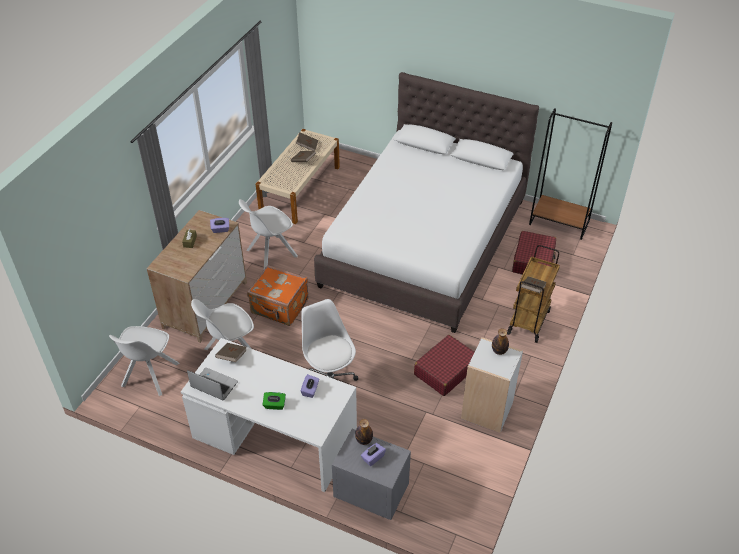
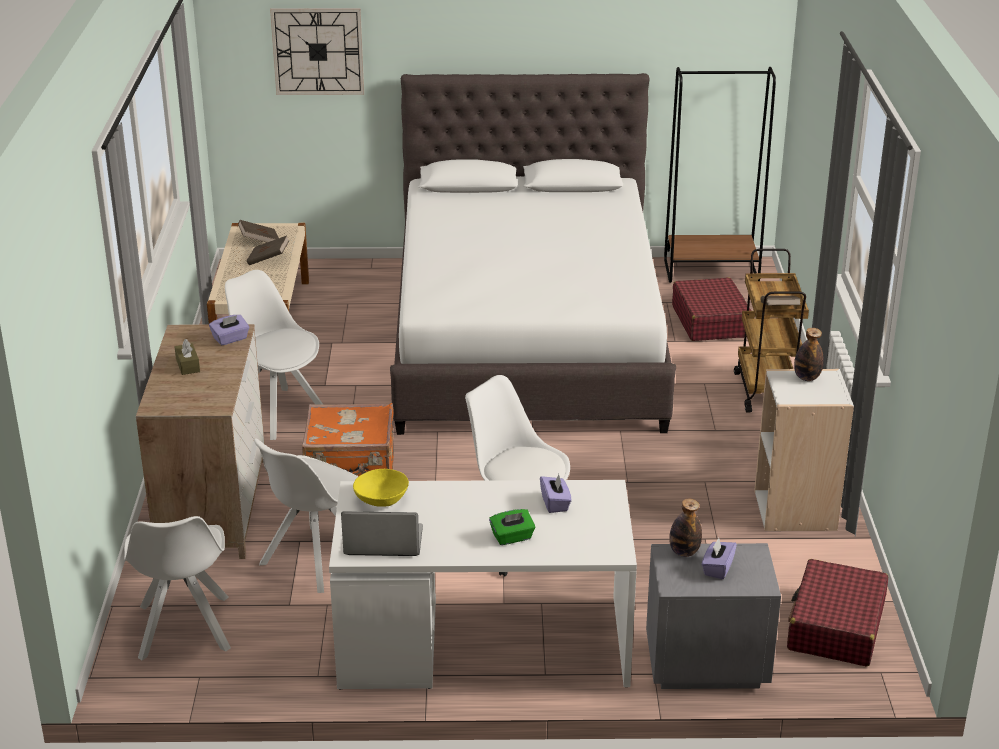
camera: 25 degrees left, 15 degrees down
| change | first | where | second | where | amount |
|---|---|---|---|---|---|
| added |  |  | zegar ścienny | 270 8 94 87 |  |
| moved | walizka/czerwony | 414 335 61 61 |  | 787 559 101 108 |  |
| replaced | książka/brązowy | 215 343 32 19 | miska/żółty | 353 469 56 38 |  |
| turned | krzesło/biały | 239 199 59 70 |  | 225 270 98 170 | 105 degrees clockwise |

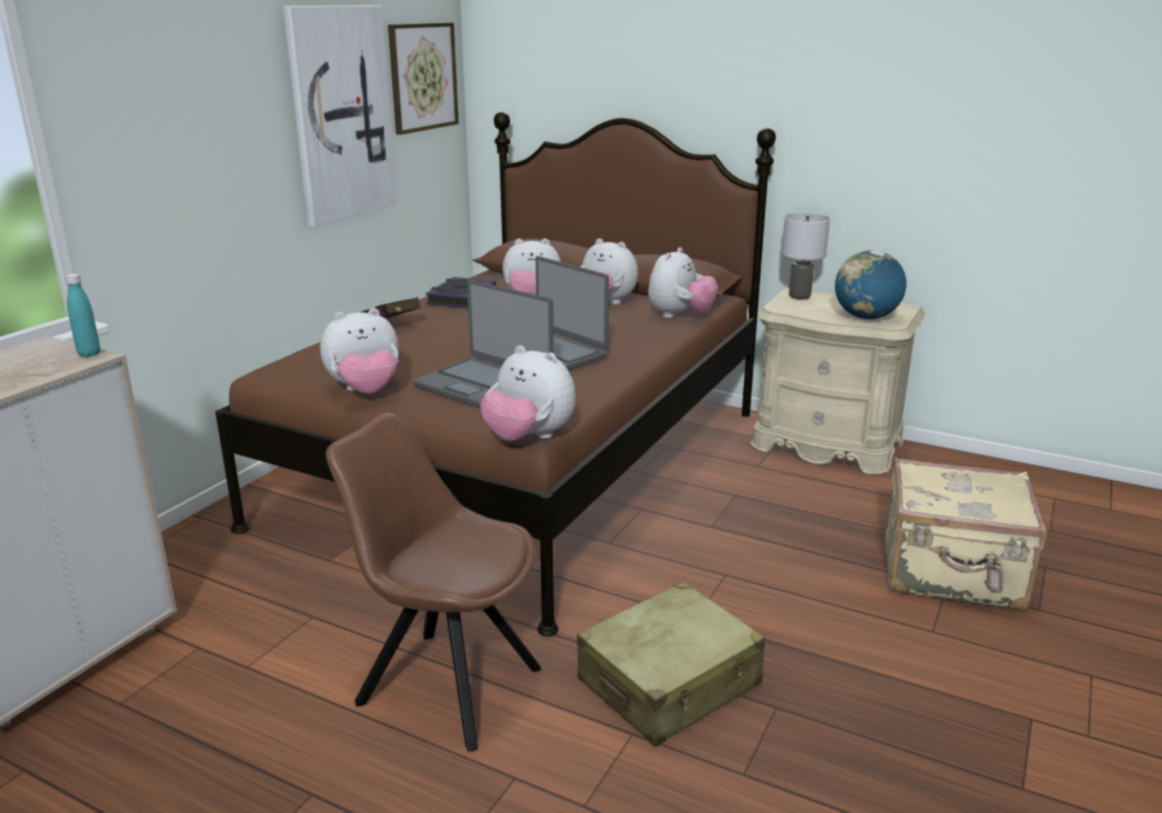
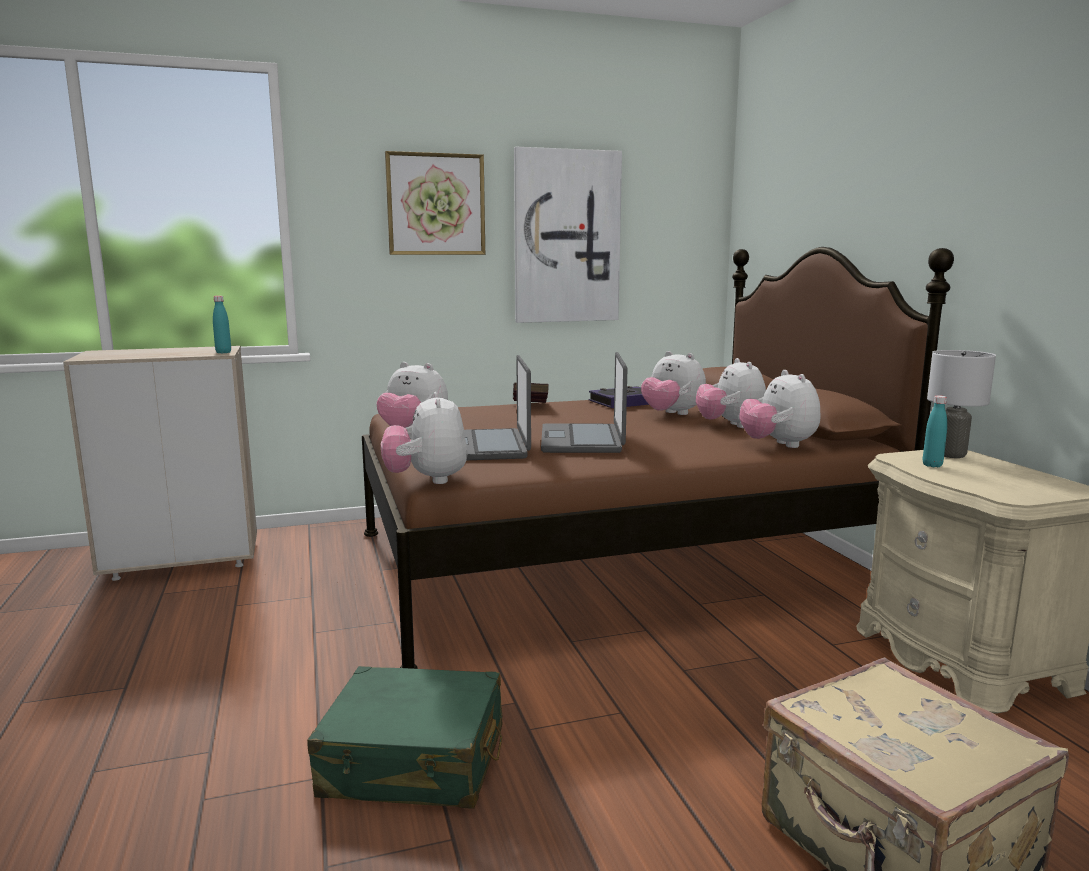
camera: 45 degrees right, 10 degrees down
| change | first | where | second | where | amount |
|---|---|---|---|---|---|
| removed | krzesło/brązowy | 326 413 215 339 |  |  |  |
| removed | globus | 835 250 71 70 |  |  |  |
| added |  |  | butelka/turkusowy | 923 395 24 72 |  |
| moved | obraz | 388 22 71 113 |  | 385 151 100 104 |  |
| recoloured | walizka/beżowy | 577 581 188 166 | walizka/zielony | 307 666 196 143 |  |
| turned | pluszak | 648 247 70 71 |  | 739 370 82 78 | 90 degrees clockwise |

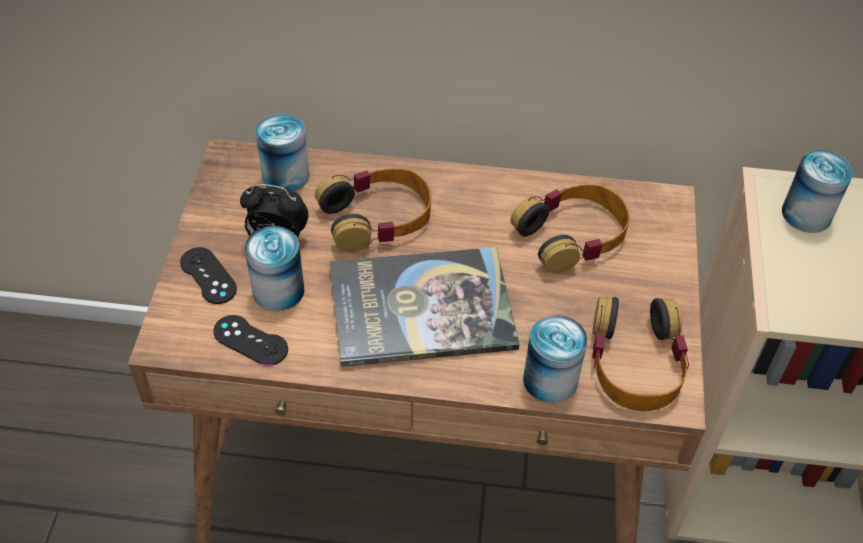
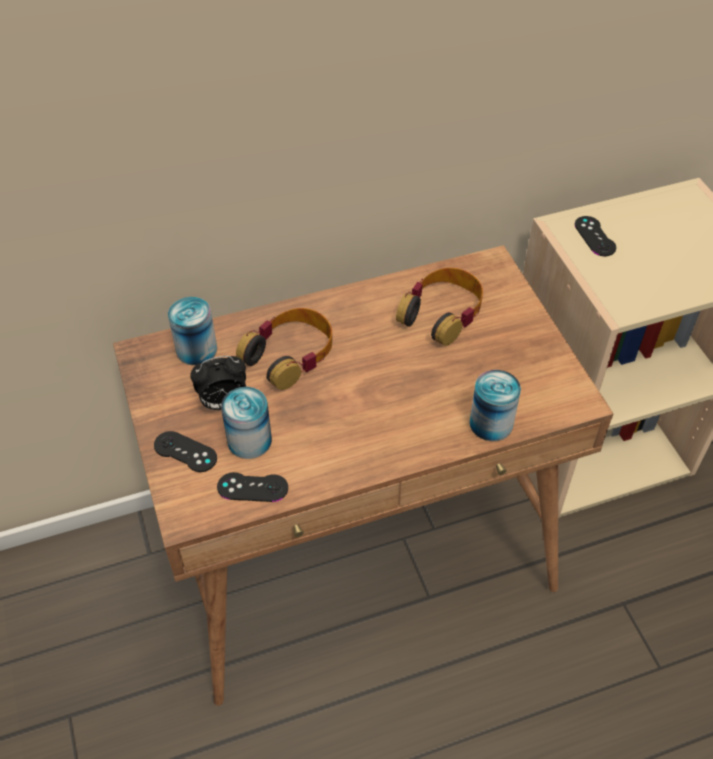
camera: 25 degrees left, 0 degrees up
| change | first | where | second | where | amount |
|---|---|---|---|---|---|
| removed | książka | 330 247 190 120 |  |  |  |
| removed | słuchawki | 592 297 97 114 |  |  |  |
| replaced | puszka | 782 150 71 83 | pad do gier/czarny | 575 216 41 40 |  |

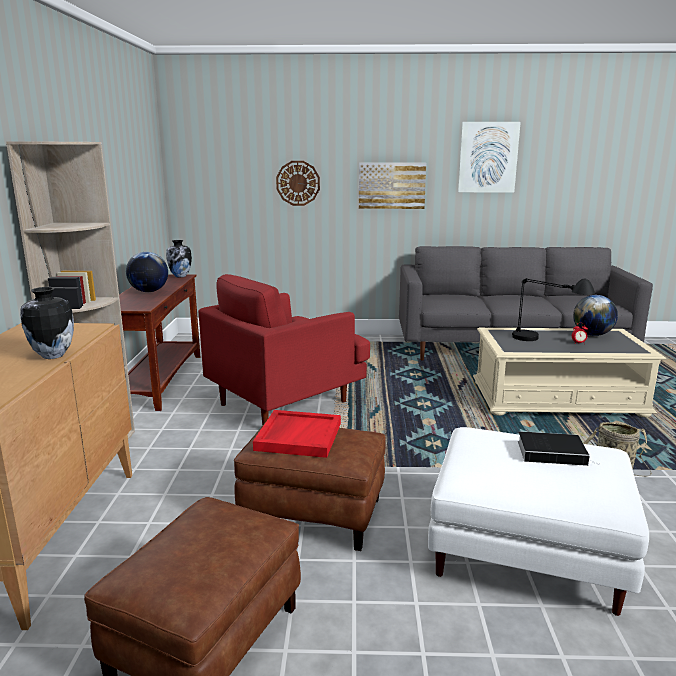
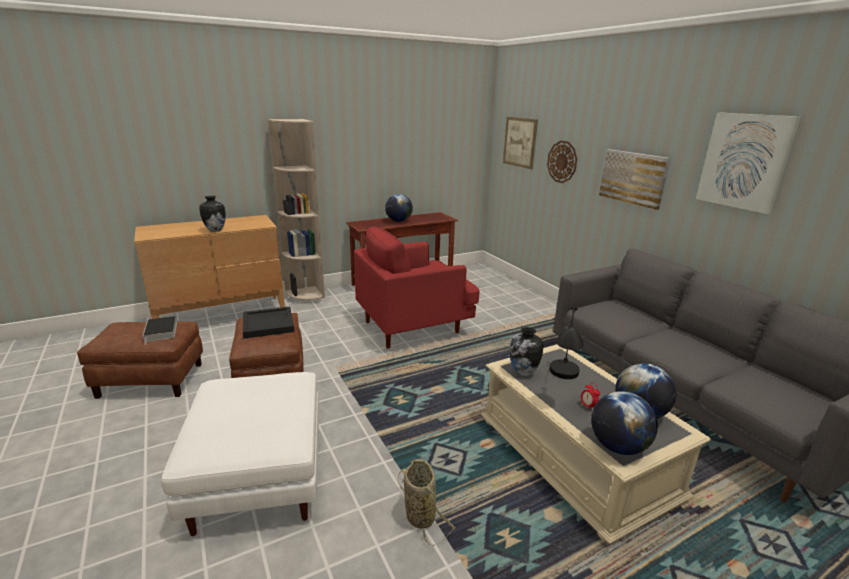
camera: 60 degrees right, 5 degrees up
| change | first | where | second | where | amount |
|---|---|---|---|---|---|
| added |  |  | obraz | 503 117 35 52 |  |
| added |  |  | globus | 591 391 67 64 |  |
| moved | wazon | 166 240 26 37 |  | 509 327 35 49 |  |
| moved | książka | 518 431 82 35 |  | 143 316 34 26 |  |
| recoloured | taca/czerwony | 253 410 88 48 | taca/czarny | 243 307 51 32 |  |
| turned | fotel/czerwony | 199 274 171 151 |  | 354 227 126 121 | 45 degrees counterclockwise |

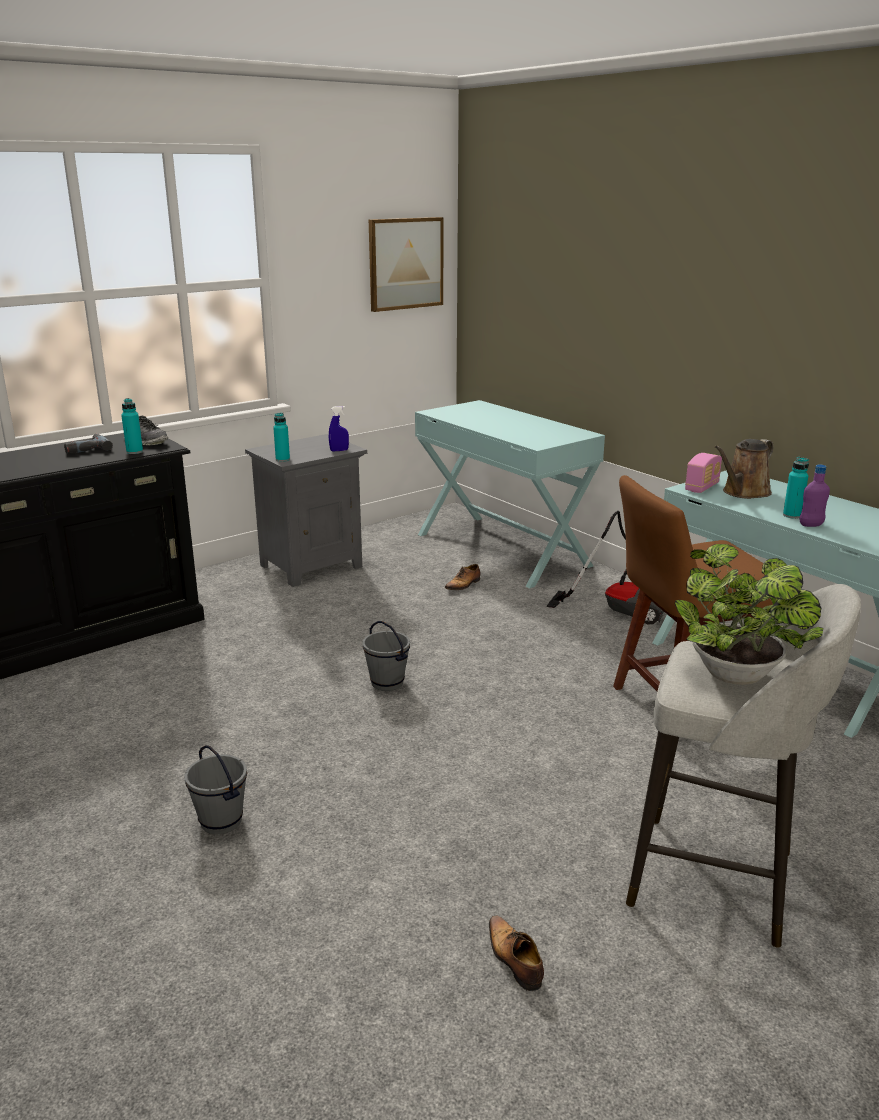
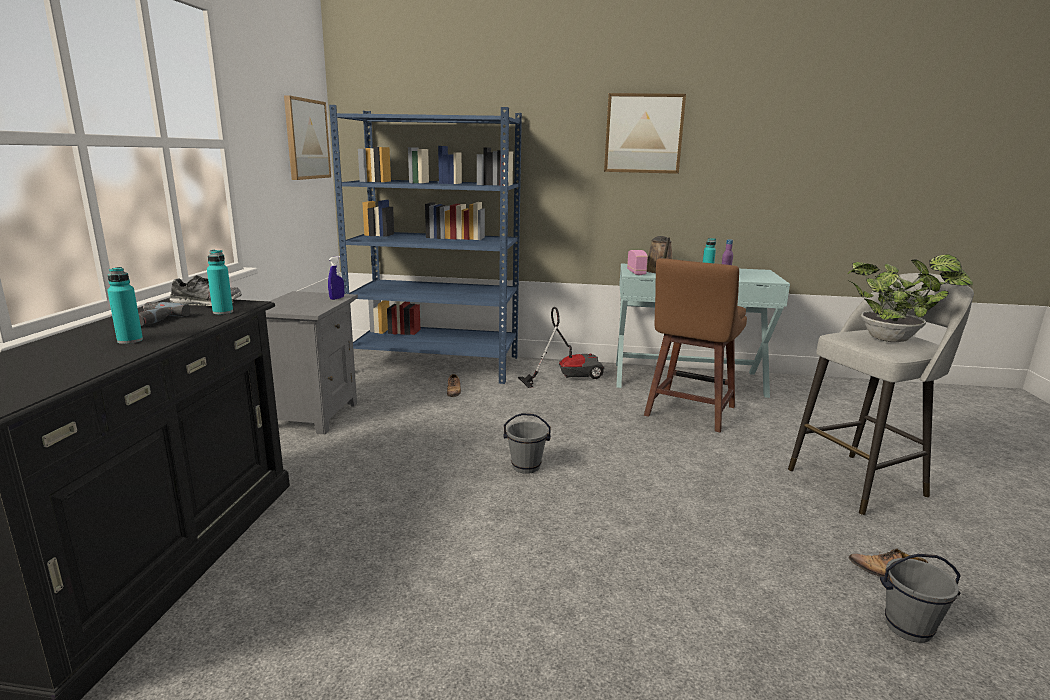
camera: 45 degrees left, 5 degrees down
| change | first | where | second | where | amount |
|---|---|---|---|---|---|
| added |  |  | obraz | 604 93 82 81 |  |
| moved | wiadro/szary | 184 745 63 89 |  | 880 554 81 89 |  |
| moved | butelka/turkusowy | 273 413 17 49 |  | 107 267 36 77 |  |
| replaced | biurko/turkusowy | 415 400 190 189 | regał/niebieski | 329 105 193 279 |  |

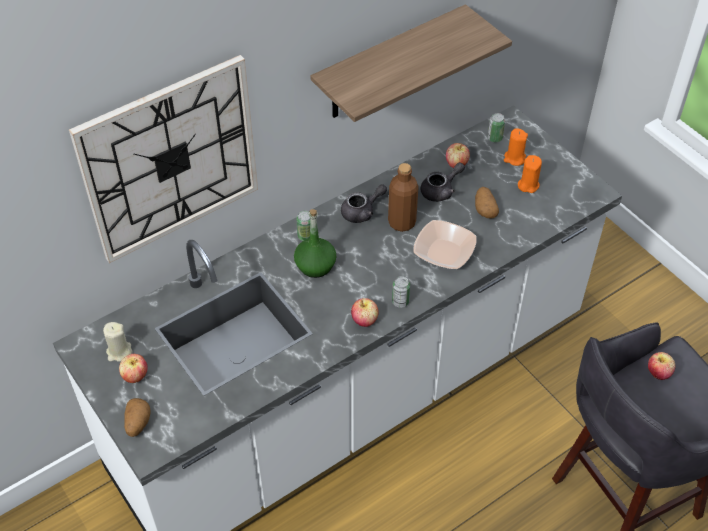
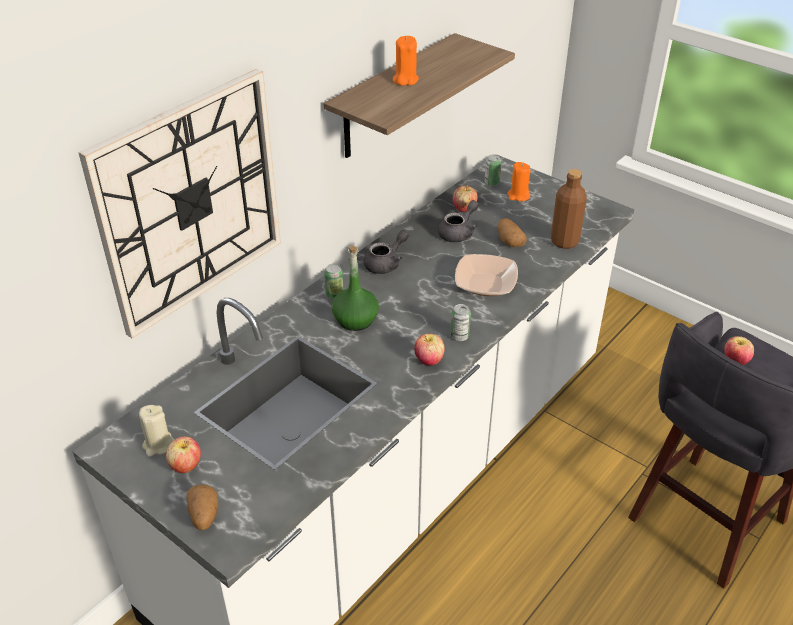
camera: 15 degrees left, 10 degrees down
| change | first | where | second | where | amount |
|---|---|---|---|---|---|
| moved | butelka/brązowy | 388 163 31 69 |  | 551 169 36 80 |  |
| moved | świeca/pomarańczowy | 518 155 24 38 |  | 393 36 26 49 |  |

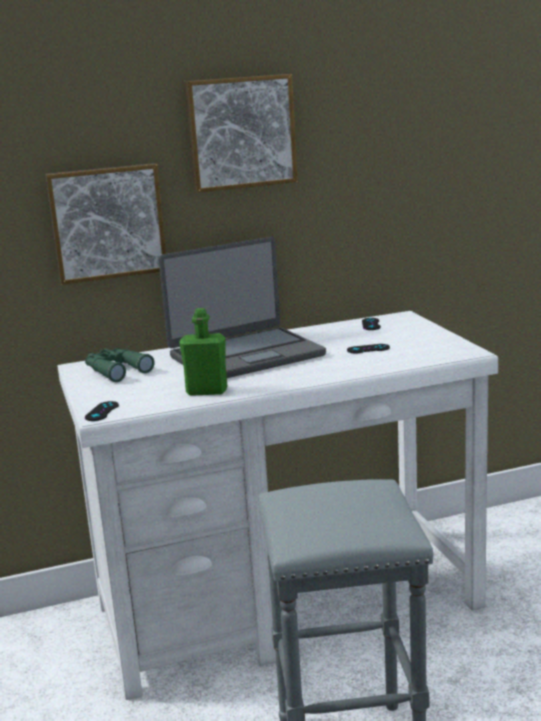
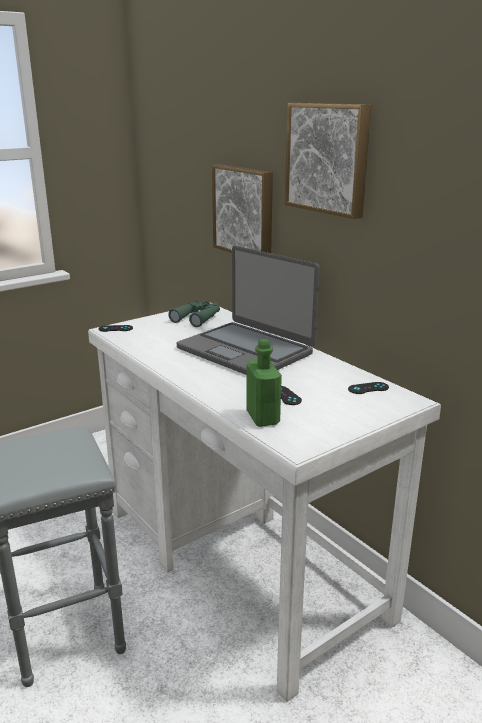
camera: 70 degrees right, 5 degrees up
| change | first | where | second | where | amount |
|---|---|---|---|---|---|
| moved | butelka/zielony | 179 308 48 88 |  | 246 339 36 88 |  |

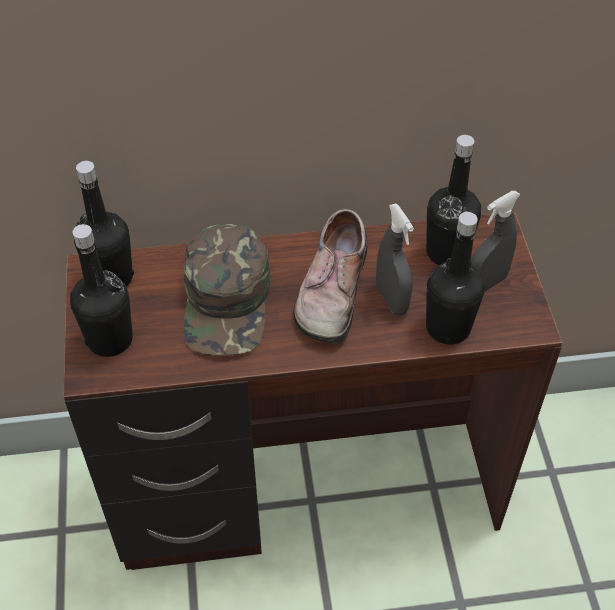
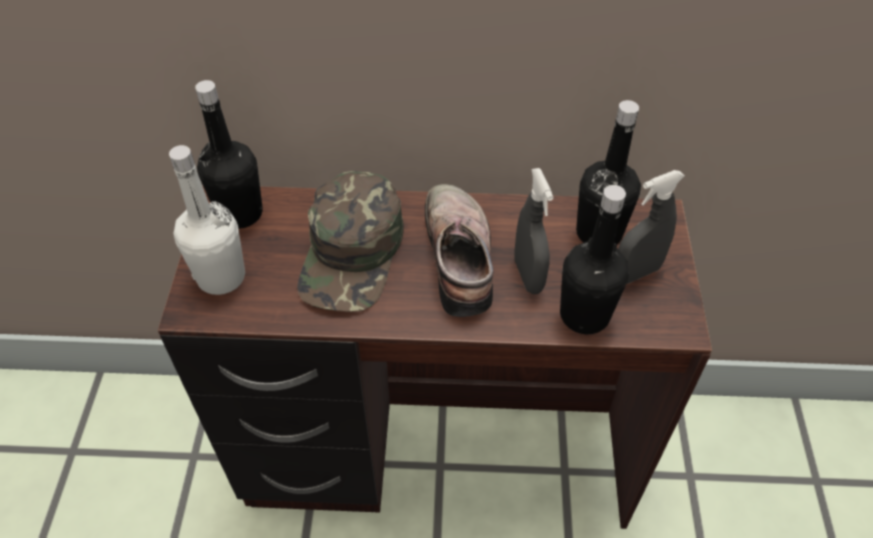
camera: 10 degrees right, 0 degrees up
| change | first | where | second | where | amount |
|---|---|---|---|---|---|
| recoloured | butelka/czarny | 70 224 63 133 | butelka/biały | 169 145 76 150 |  |
| turned | but | 293 209 74 134 |  | 425 184 68 133 | 150 degrees clockwise |

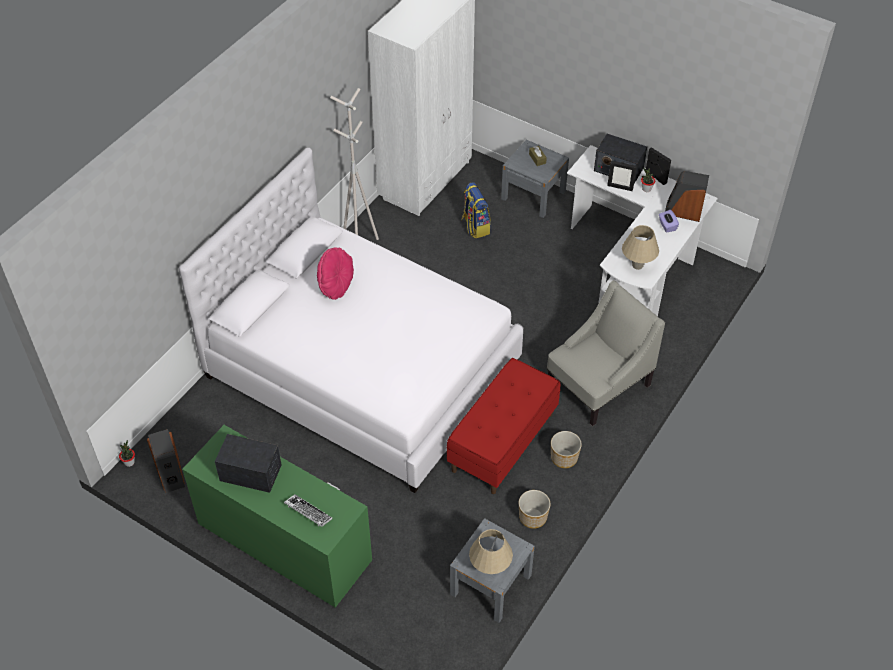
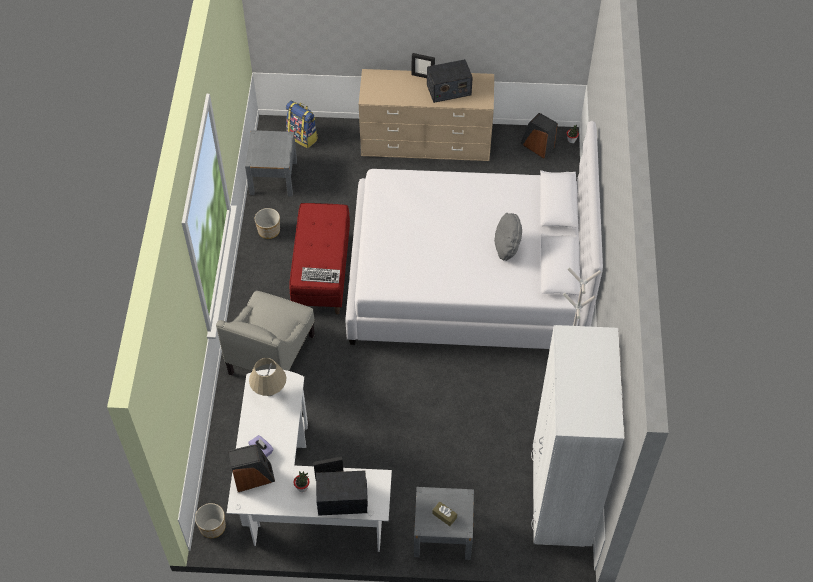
camera: 150 degrees right, 5 degrees up
| change | first | where | second | where | amount |
|---|---|---|---|---|---|
| removed | lampa stołowa/beżowy | 469 529 44 45 |  |  |  |
| moved | klawiatura | 284 494 49 33 |  | 301 267 39 16 |  |
| moved | plecak | 461 182 30 56 |  | 286 101 32 47 |  |
| moved | donica | 551 431 31 37 |  | 195 503 31 35 |  |
| moved | ramka na zdjęcie | 646 147 25 38 |  | 412 53 23 25 |  |
| recoloured | komoda/zielony | 182 425 190 183 | komoda/beżowy | 359 69 135 92 |  |
| recoloured | poduszka/różowy | 317 247 37 53 | poduszka/szary | 494 213 28 48 |  |

